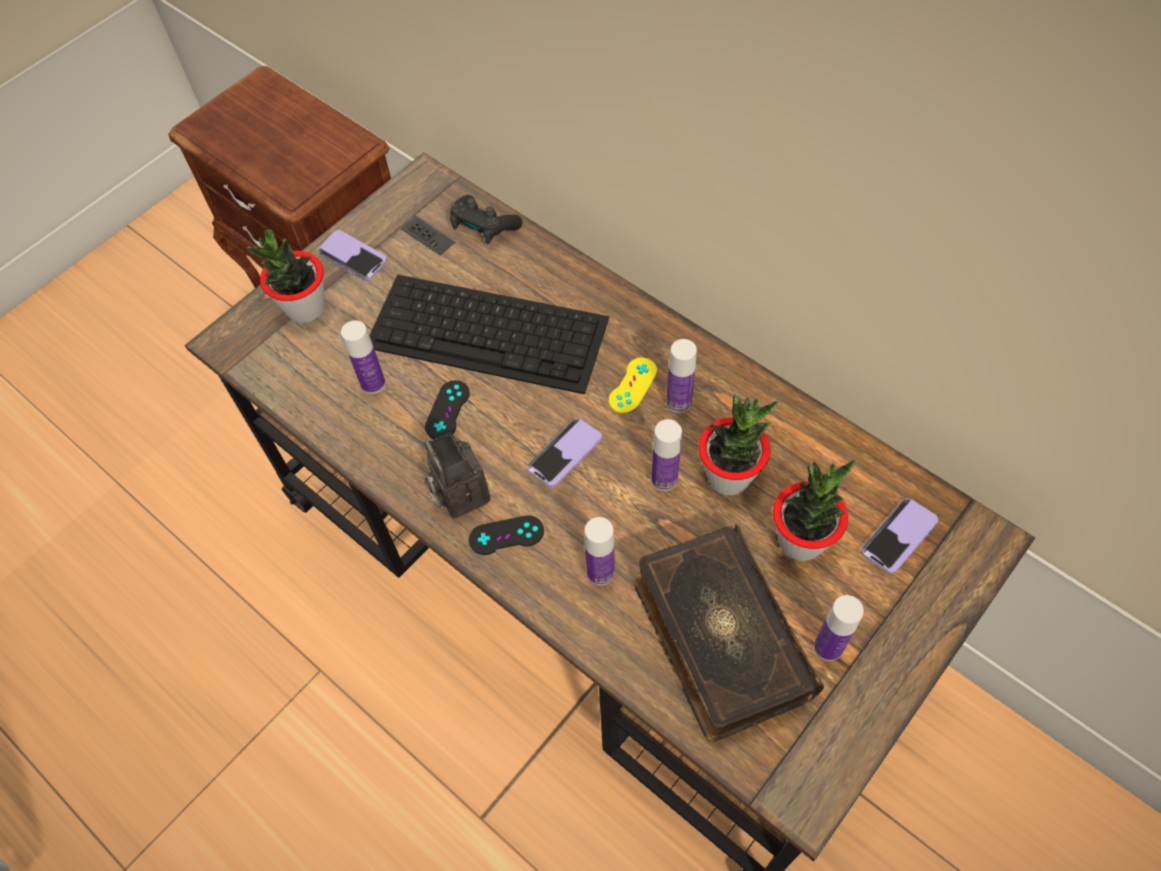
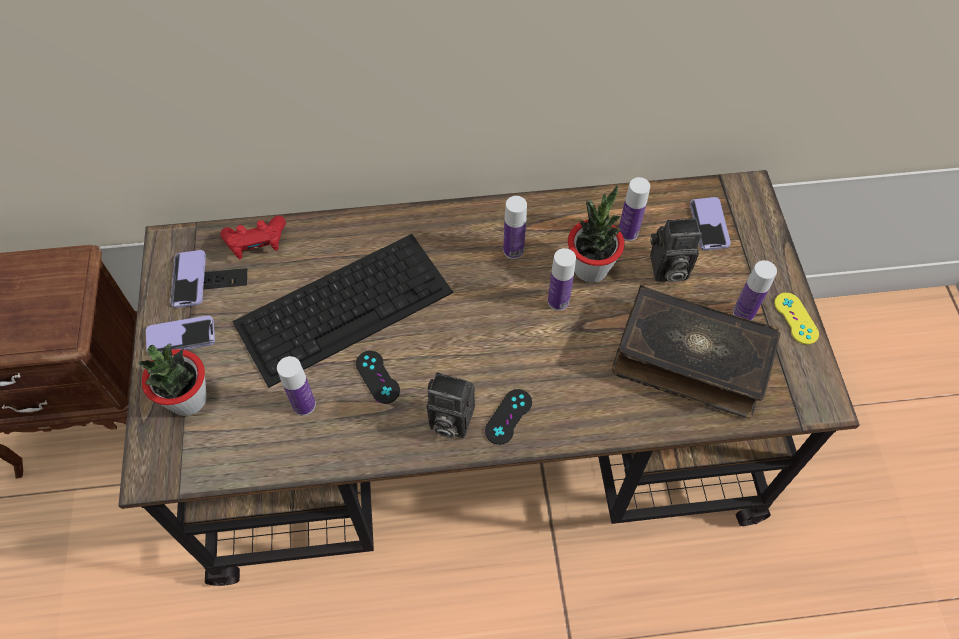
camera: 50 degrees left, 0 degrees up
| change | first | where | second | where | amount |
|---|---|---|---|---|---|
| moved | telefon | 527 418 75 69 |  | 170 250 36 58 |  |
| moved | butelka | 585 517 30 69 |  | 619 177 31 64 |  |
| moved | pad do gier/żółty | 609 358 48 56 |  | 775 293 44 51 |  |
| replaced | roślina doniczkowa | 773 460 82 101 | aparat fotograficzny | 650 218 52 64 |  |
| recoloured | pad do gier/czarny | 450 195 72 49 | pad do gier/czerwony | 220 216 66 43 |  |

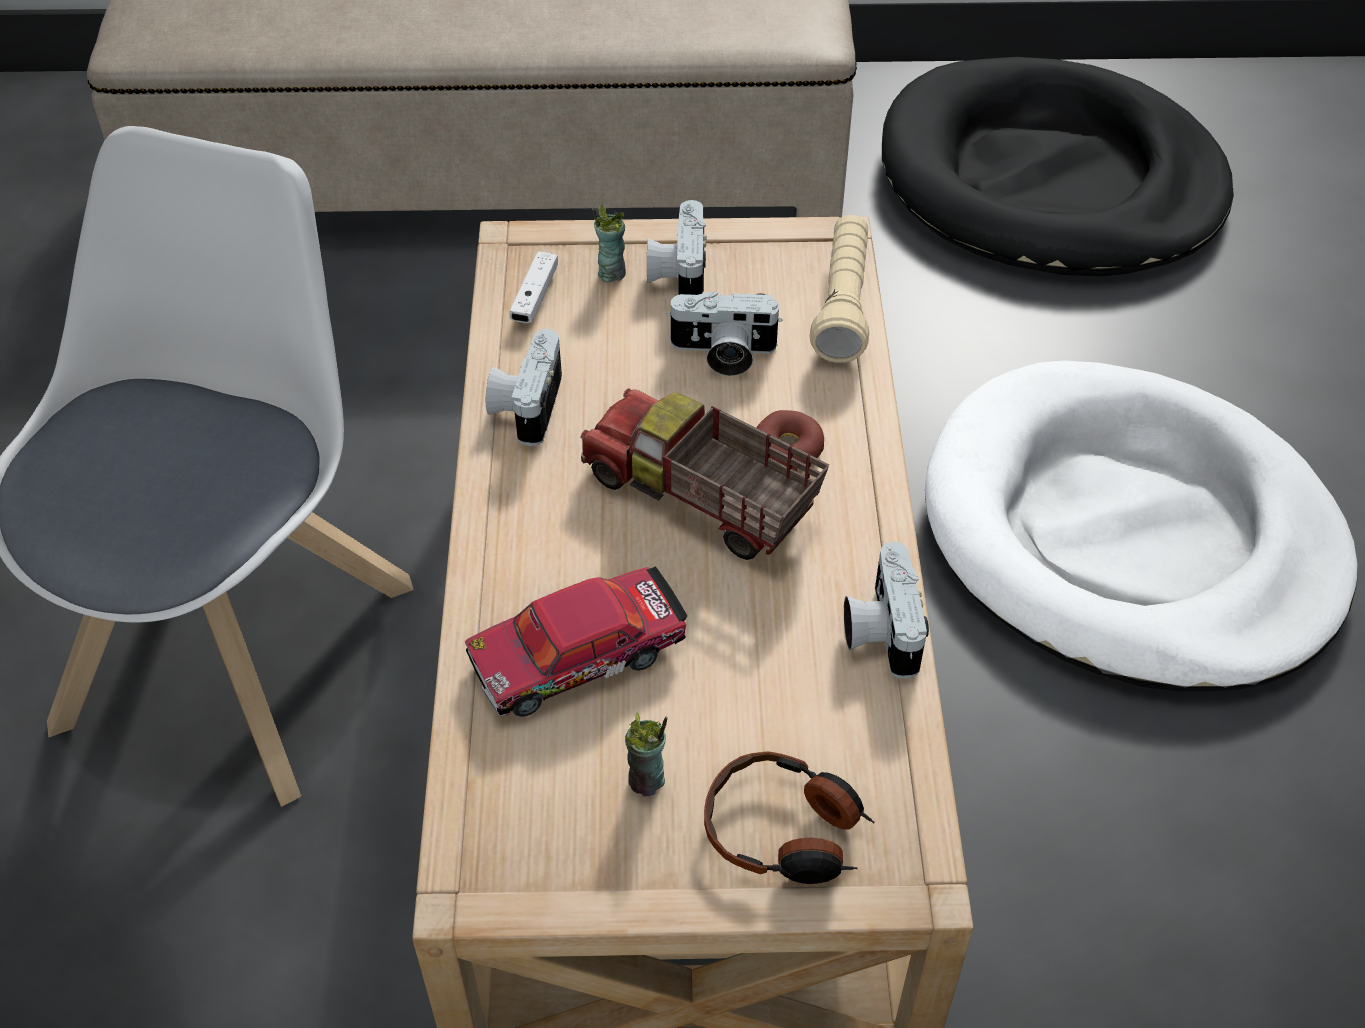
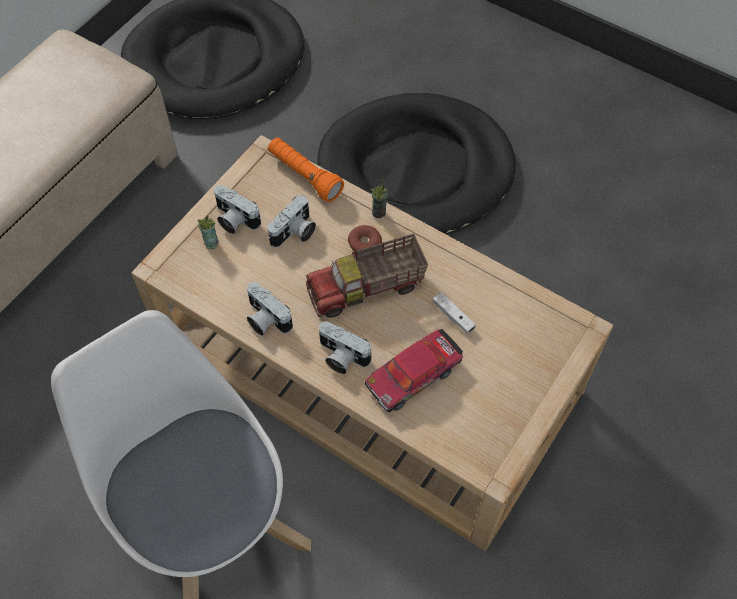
camera: 55 degrees left, 10 degrees up
| change | first | where | second | where | amount |
|---|---|---|---|---|---|
| removed | słuchawki | 704 751 171 133 |  |  |  |
| moved | pad do gier/biały | 509 251 49 72 |  | 433 292 43 42 |  |
| moved | filiżanka | 625 713 43 83 |  | 371 180 17 38 |  |
| moved | aparat fotograficzny | 844 542 85 137 |  | 318 321 54 53 |  |
| recoloured | latarka/beżowy | 810 215 59 148 | latarka/pomarańczowy | 268 137 76 65 |  |
| recoloured | legowisko/biały | 925 361 433 330 | legowisko/czarny | 317 93 199 141 |  |
| turned | samochodzik | 465 566 222 151 |  | 364 329 99 83 | 45 degrees clockwise |

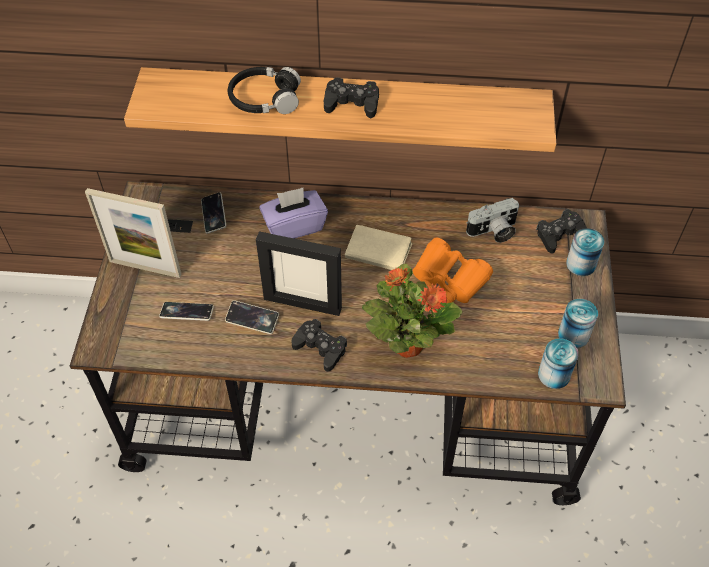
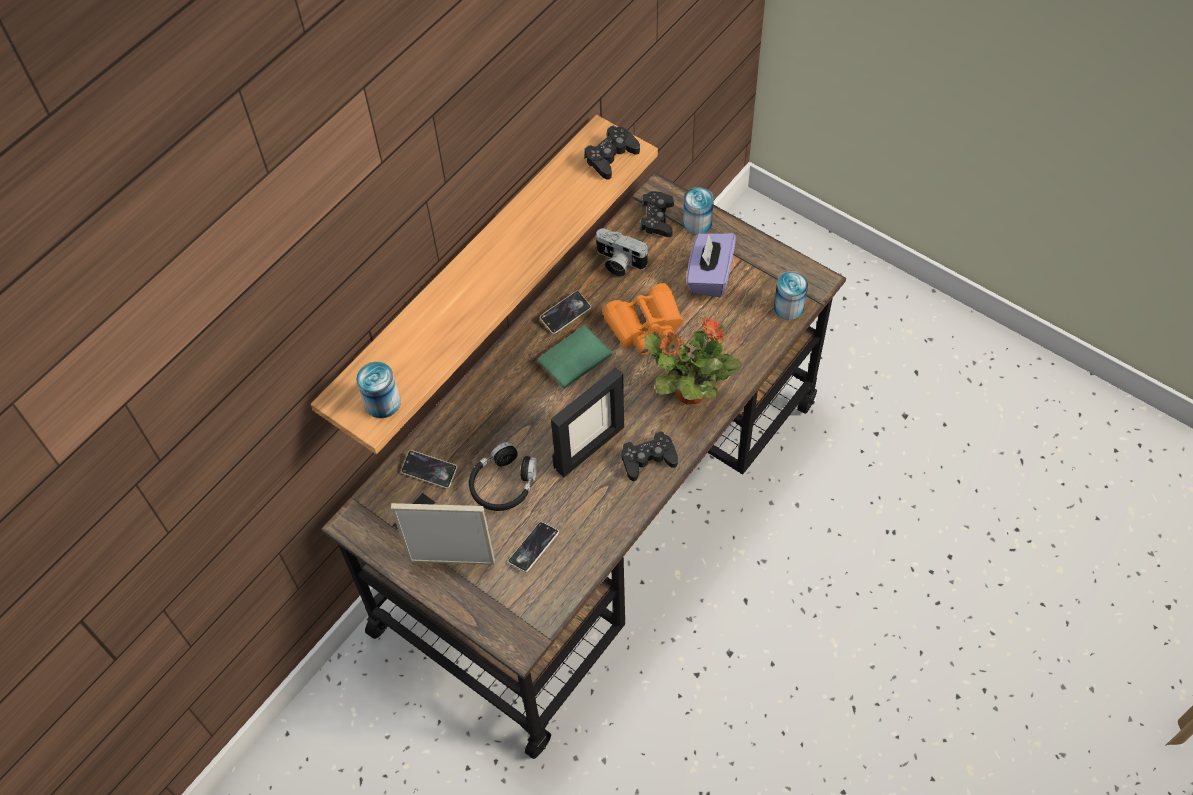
camera: 55 degrees left, 5 degrees up
| change | first | where | second | where | amount |
|---|---|---|---|---|---|
| moved | telefon | 225 300 54 34 |  | 540 291 51 43 |  |
| moved | słuchawki/czarny | 228 67 73 47 |  | 469 442 69 69 |  |
| moved | pudełko chusteczek/fioletowy | 259 188 69 51 |  | 687 233 49 64 |  |
| moved | pad do gier/czarny | 324 77 55 41 |  | 584 126 56 54 |  |
| moved | puszka | 558 299 40 49 |  | 356 362 45 56 |  |
| recoloured | książka/beżowy | 345 225 67 45 | książka/zielony | 538 325 82 64 |  |
| turned | ramka na zdjęcie | 85 188 96 90 |  | 391 503 104 62 | 135 degrees counterclockwise |
| turned | aparat fotograficzny | 466 198 53 45 |  | 595 228 54 49 | 105 degrees clockwise |

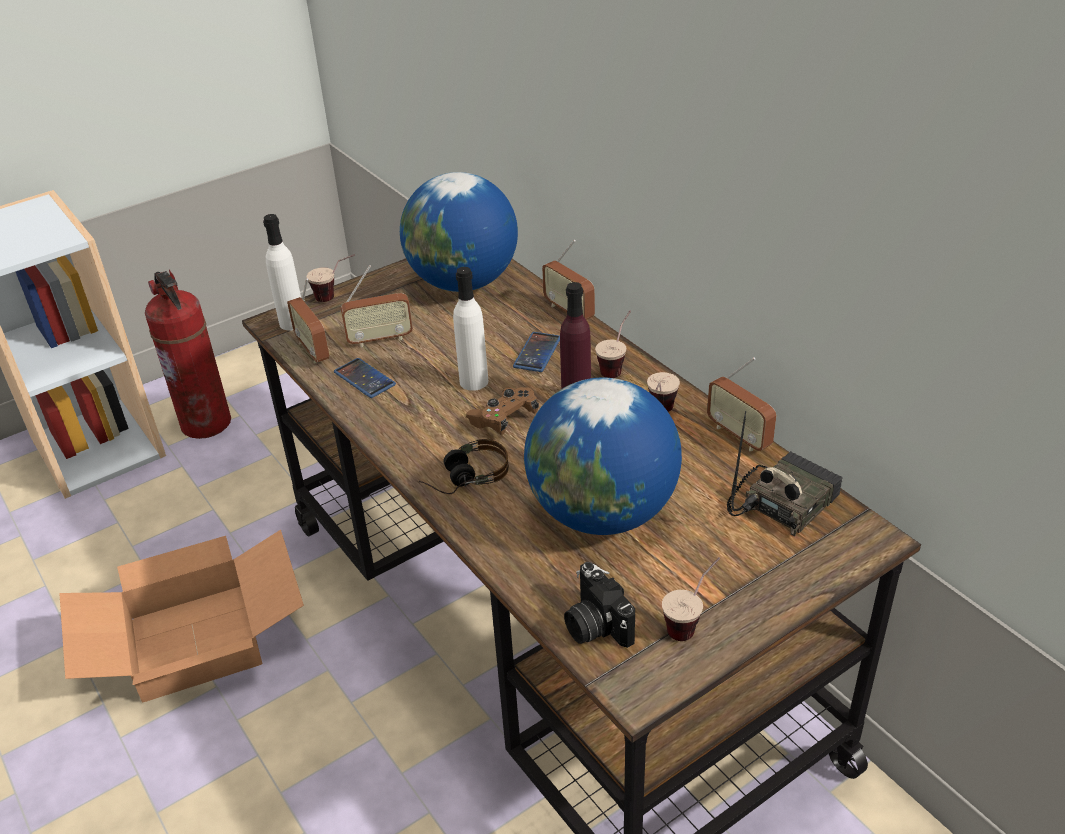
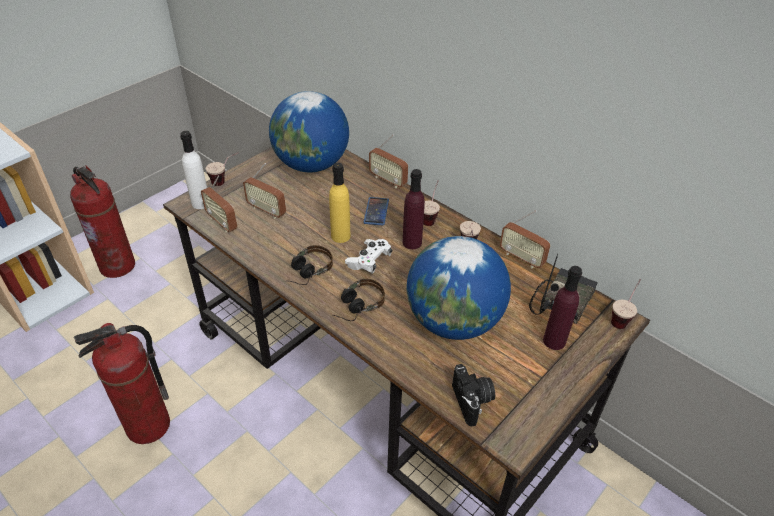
camera: 15 degrees left, 5 degrees up
| change | first | where | second | where | amount |
|---|---|---|---|---|---|
| removed | telefon | 334 358 62 40 |  |  |  |
| added |  |  | słuchawki | 286 245 47 40 |  |
| added |  |  | butelka/fioletowy | 543 266 39 84 |  |
| moved | filiżanka | 662 557 58 84 |  | 611 279 30 50 |  |
| replaced | karton | 59 530 245 172 | gaśnica | 74 323 96 121 |  |
| recoloured | butelka/biały | 453 267 35 124 | butelka/żółty | 329 163 21 80 |  |
| recoloured | pad do gier/brązowy | 466 387 73 48 | pad do gier/biały | 345 239 48 35 |  |
| turned | radio | 340 265 73 82 |  | 243 163 43 56 | 60 degrees clockwise |
| turned | aparat fotograficzny | 564 562 71 86 |  | 452 364 43 63 | 150 degrees counterclockwise |

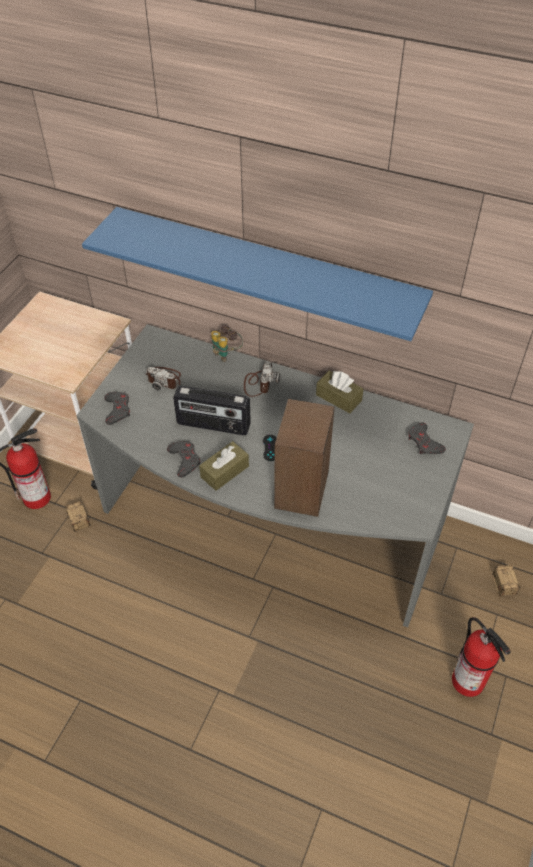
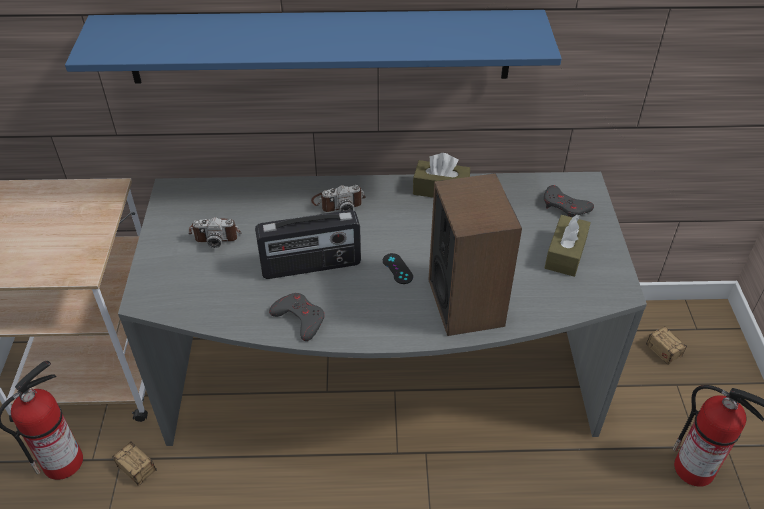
camera: 25 degrees left, 5 degrees down
| change | first | where | second | where | amount |
|---|---|---|---|---|---|
| removed | pad do gier/szary | 104 392 26 33 |  |  |  |
| removed | lornetka | 211 325 32 37 |  |  |  |
| moved | pudełko chusteczek/brązowy | 199 441 50 50 |  | 545 214 46 63 |  |
| turned | aparat fotograficzny | 244 361 36 36 |  | 311 185 55 27 | 90 degrees clockwise |

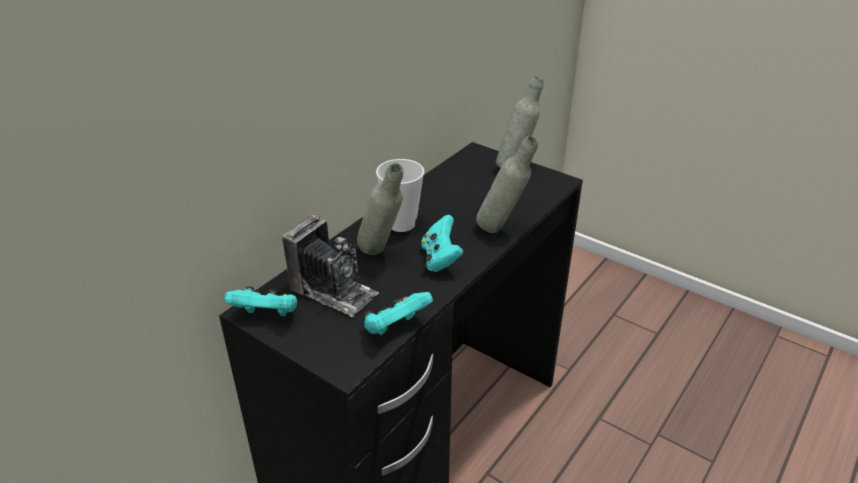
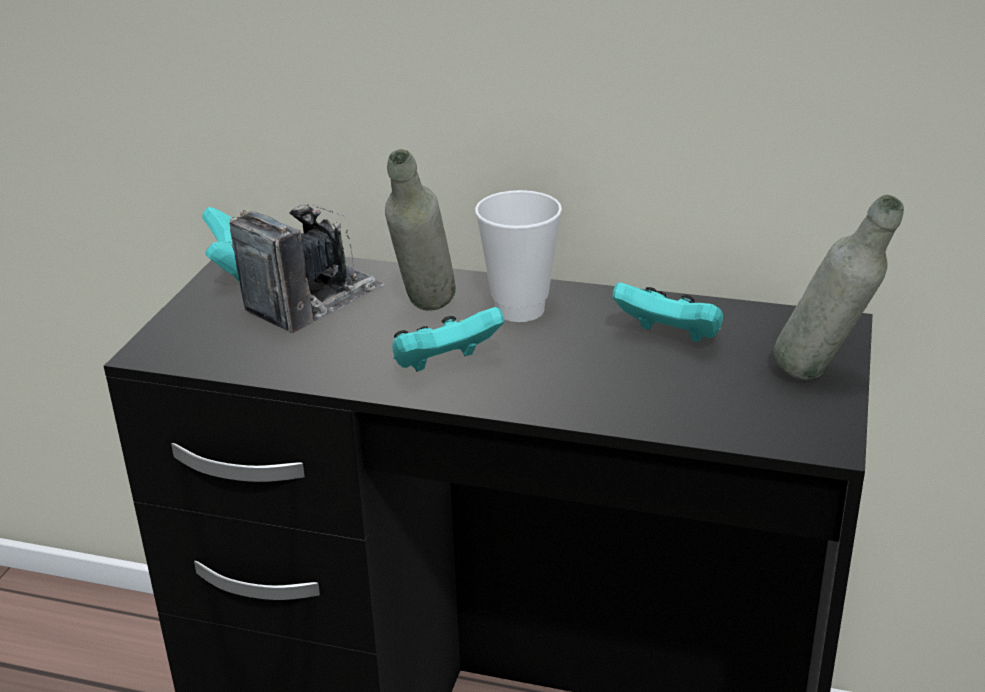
camera: 70 degrees right, 5 degrees down
| change | first | where | second | where | amount |
|---|---|---|---|---|---|
| removed | butelka/szary | 476 136 62 97 |  |  |  |
| moved | pad do gier/turkusowy | 364 292 69 43 |  | 612 282 111 60 |  |
| turned | aparat fotograficzny | 282 215 97 102 |  | 229 204 155 129 | 150 degrees counterclockwise |

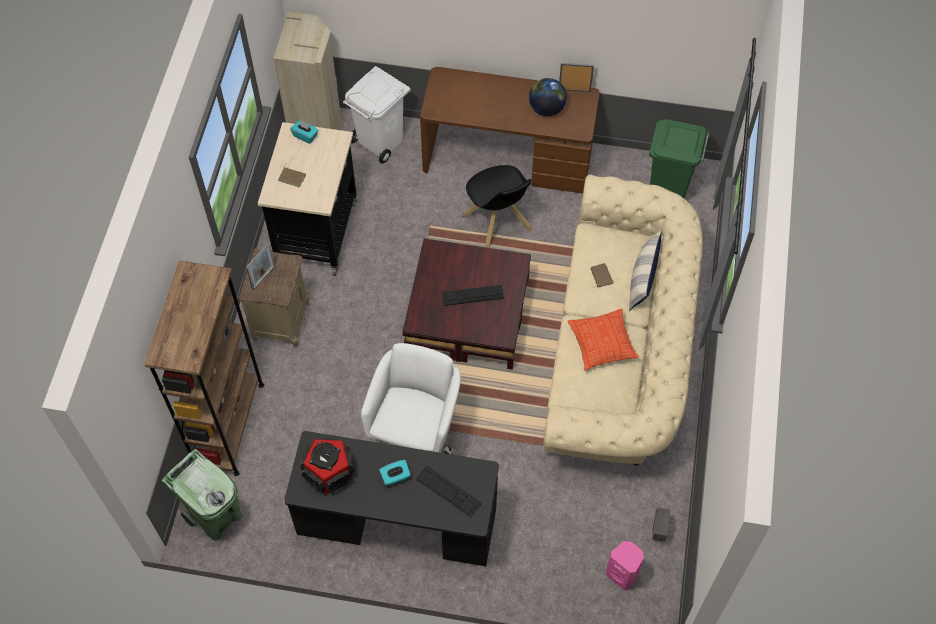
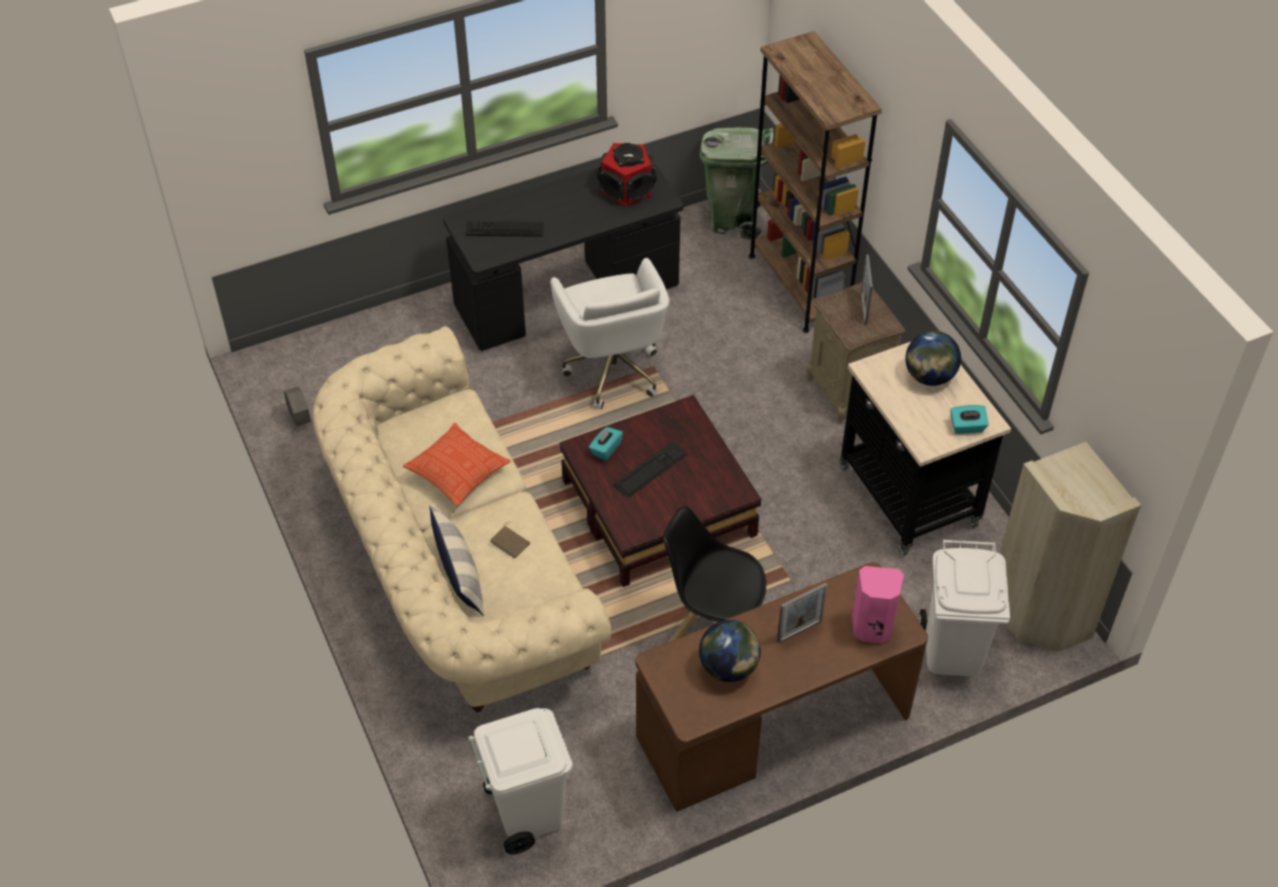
camera: 145 degrees right, 10 degrees down
| change | first | where | second | where | amount |
|---|---|---|---|---|---|
| moved | pudełko chusteczek/turkusowy | 379 460 32 26 |  | 589 427 34 34 |  |
| moved | ramka na zdjęcie | 559 63 35 29 |  | 777 583 50 60 |  |
| moved | głośnik/różowy | 606 541 38 49 |  | 852 566 52 78 |  |
| replaced | książka/brązowy | 278 165 28 22 | globus | 905 331 56 55 |  |
| recoloured | kosz na śmieci/zielony | 649 119 61 79 | kosz na śmieci/biały | 469 708 104 146 |  |

